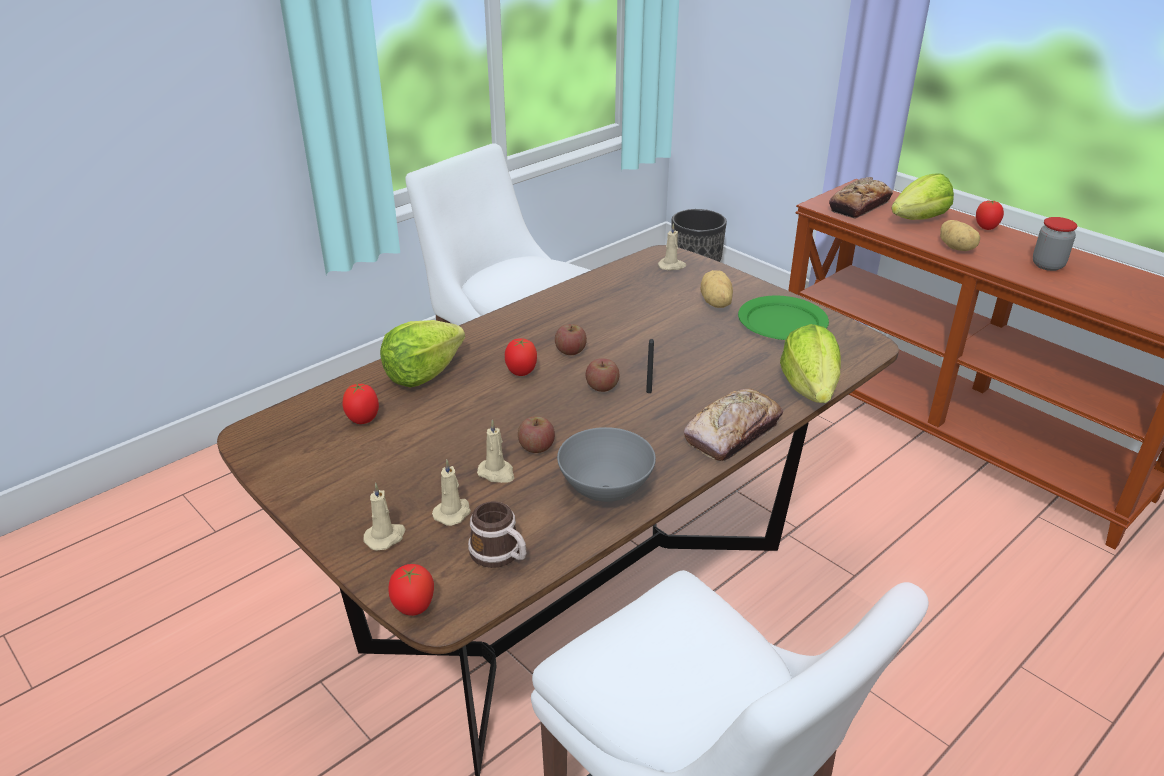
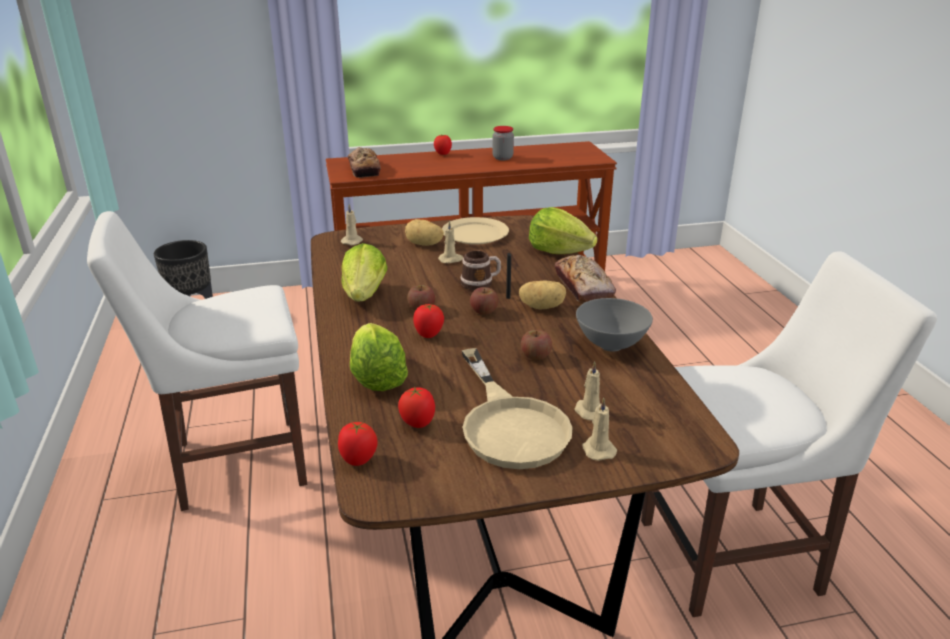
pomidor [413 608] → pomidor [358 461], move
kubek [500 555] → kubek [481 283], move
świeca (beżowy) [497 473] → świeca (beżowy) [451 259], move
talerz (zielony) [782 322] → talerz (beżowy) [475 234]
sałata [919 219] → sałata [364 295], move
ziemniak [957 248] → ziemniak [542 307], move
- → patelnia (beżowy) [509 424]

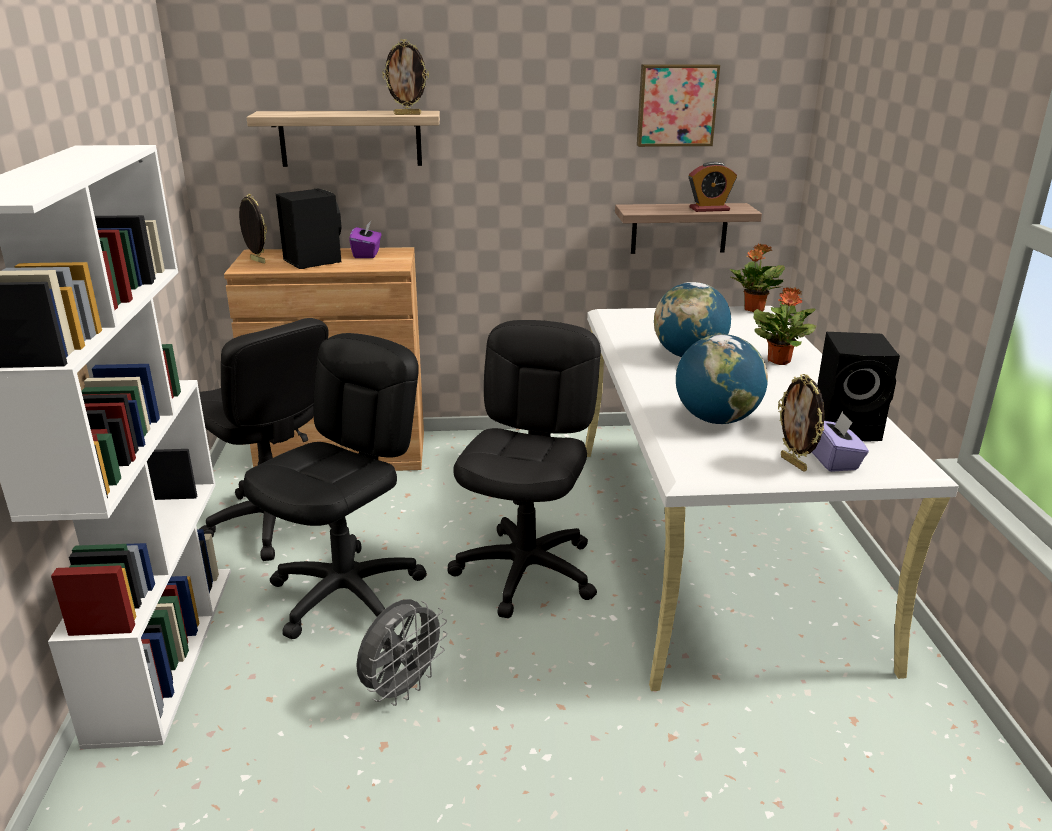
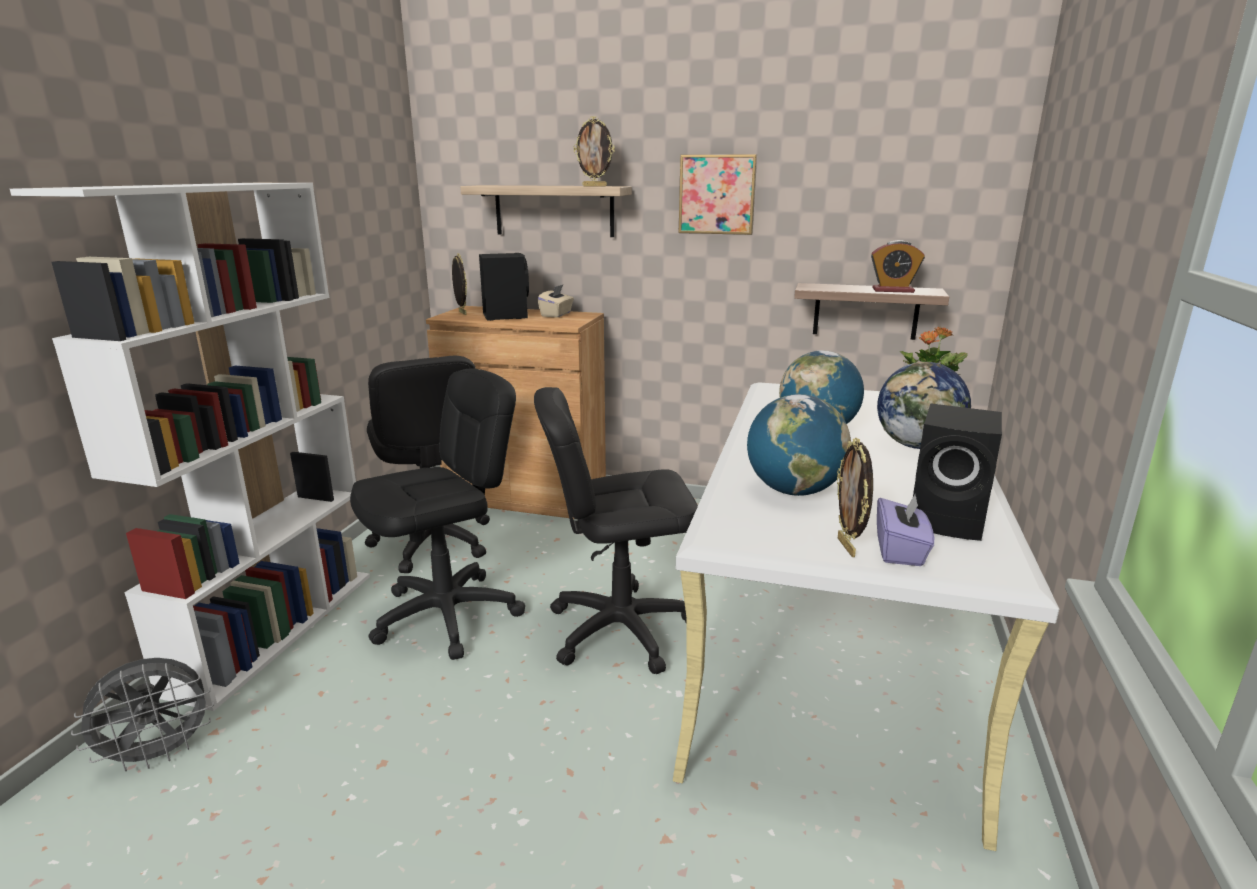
pudełko chusteczek (fioletowy) [367 254] → pudełko chusteczek (beżowy) [556 314]
wentylator (szary) [402 688] → wentylator (szary) [159 754], move
krzesło biurowe (czarny) [527 571] → krzesło biurowe (czarny) [620 629], 135 degrees counterclockwise
obraz [676 105] → obraz [717 194], move
roślina doniczkowa [779 360] → globus [917 446]

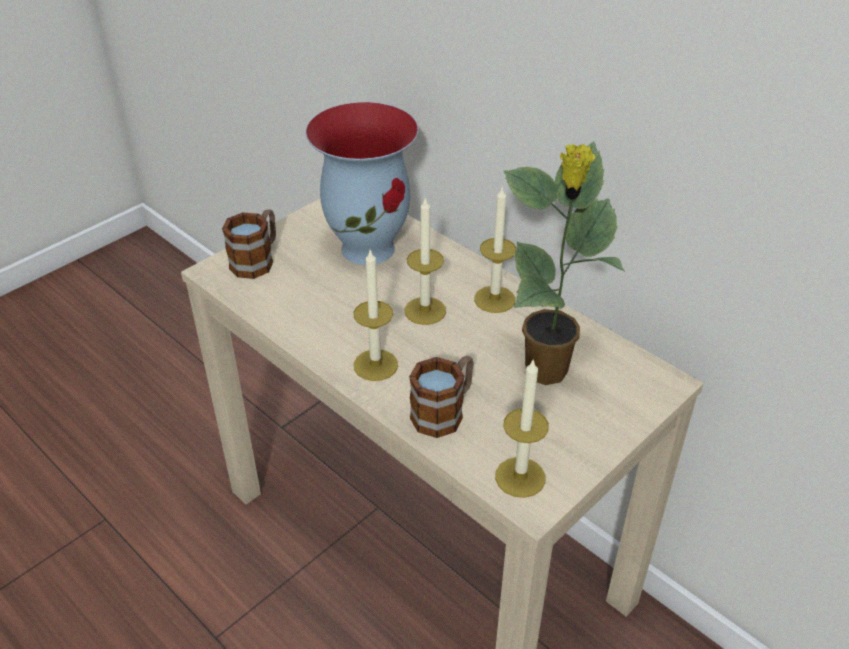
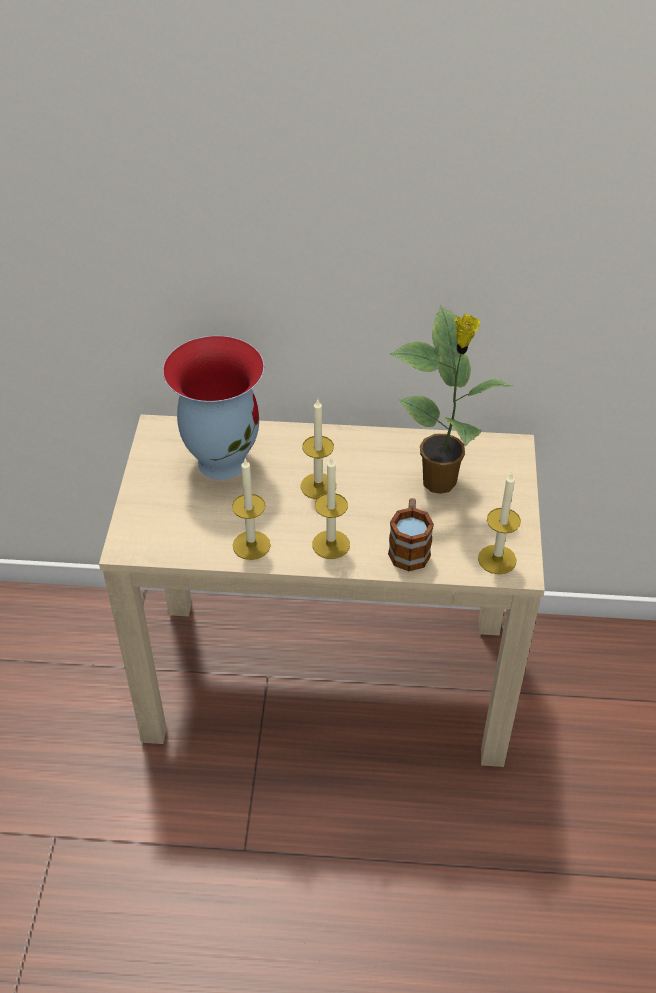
kubek [257 260] → -
świeca [494 299] → świeca [251 545], move

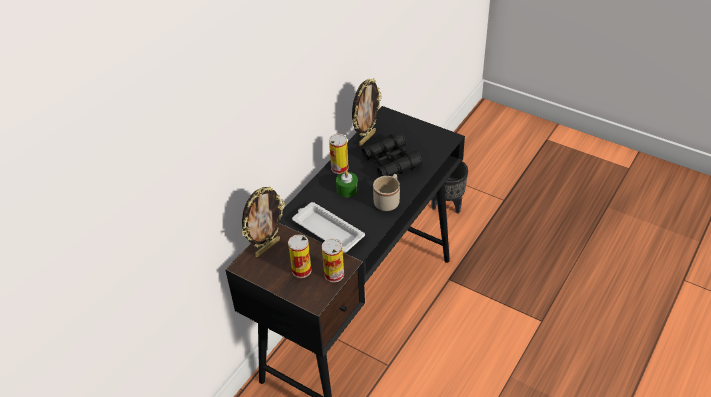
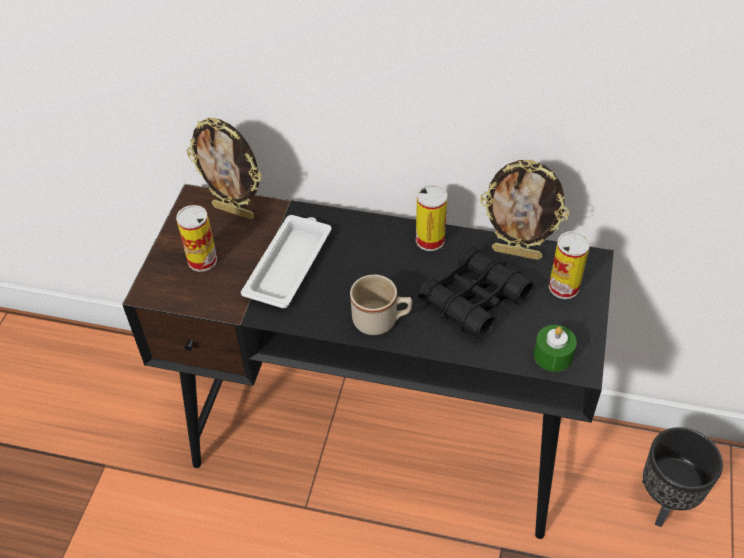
puszka [334 274] → puszka [564 287], move
świeca (zielony) [347 189] → świeca (zielony) [553 355], move

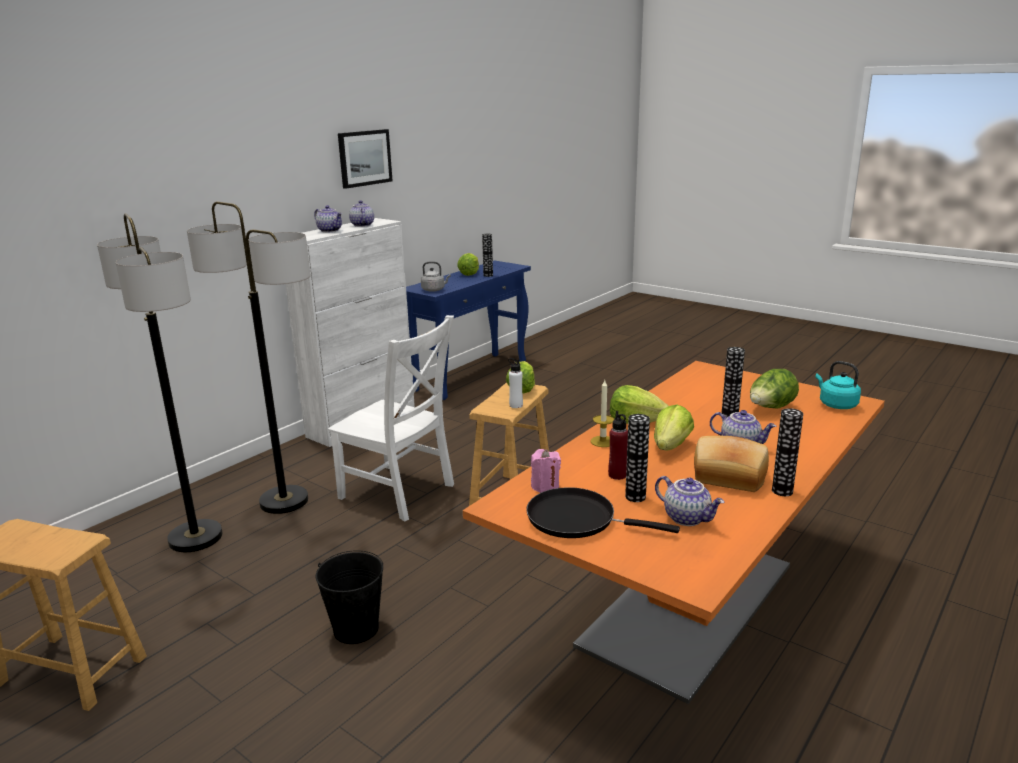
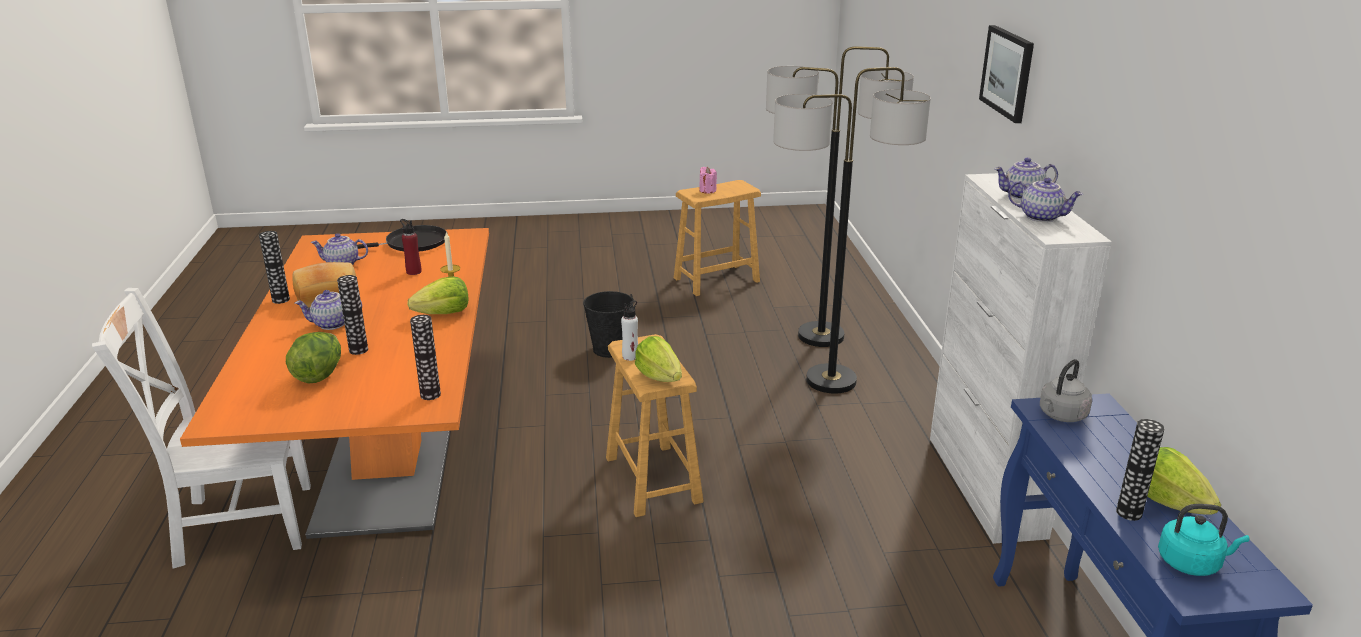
krzesło (biały) [400 493] → krzesło (biały) [238 524], move
obraz [364 158] → obraz [1007 72], move
świeca (różowy) [545 486] → świeca (różowy) [707 190], move
wazon [635 497] → wazon [430 395], move
sałata [670 446] → -
czajnik (turkusowy) [836 404] → czajnik (turkusowy) [1192 563], move

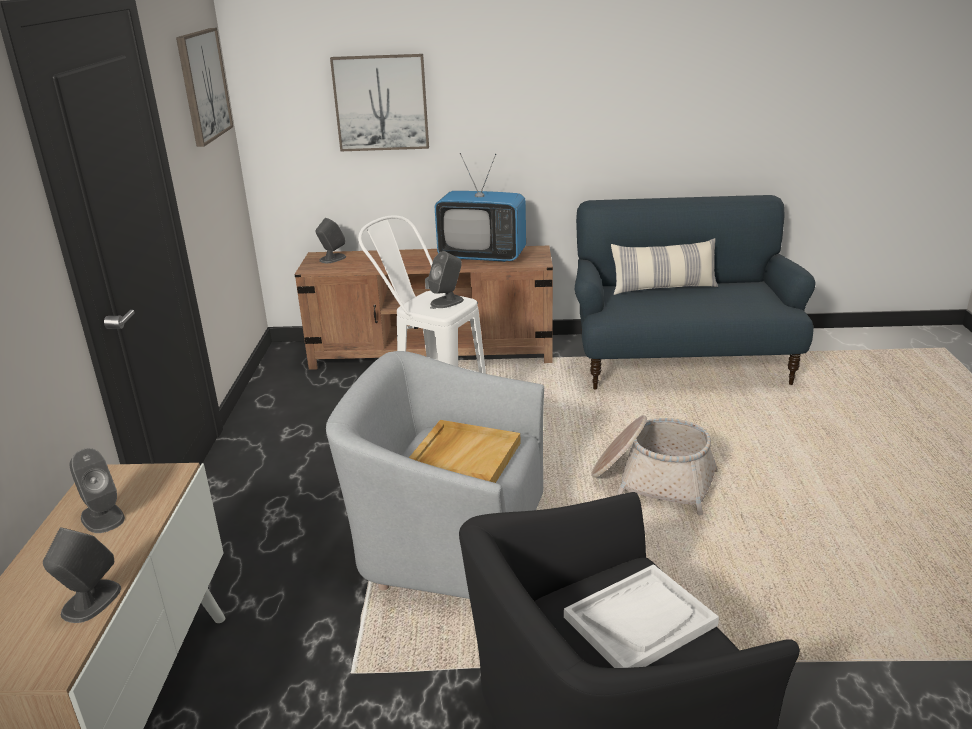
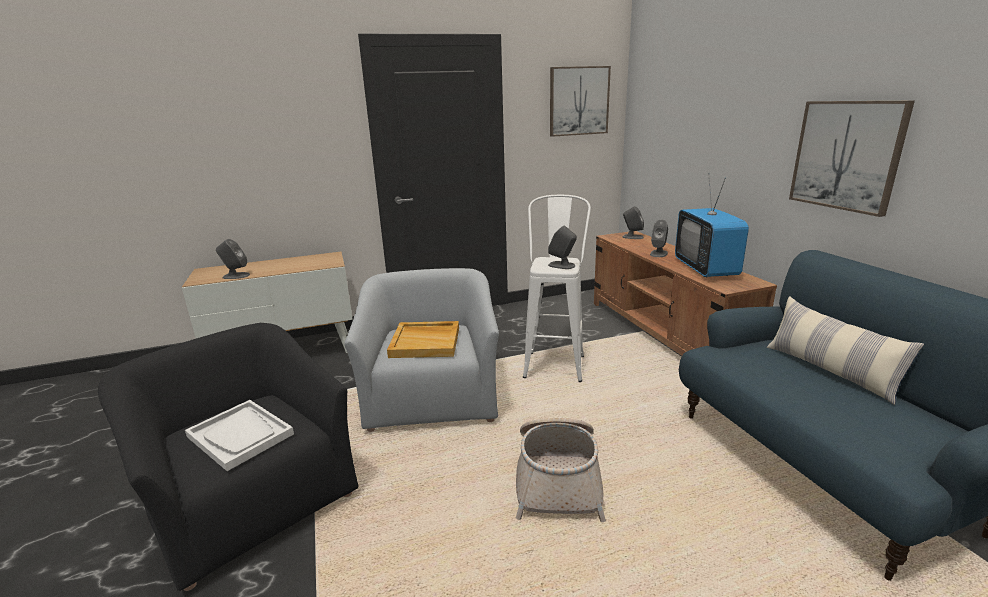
głośnik (szary) [102 517] → głośnik (szary) [658 253], move
obraz [381 103] → obraz [846 155], move

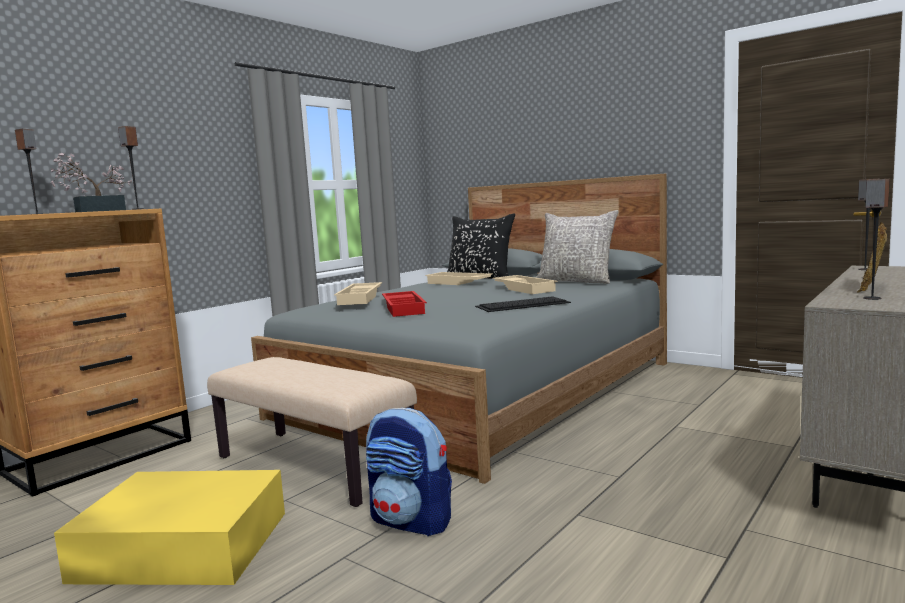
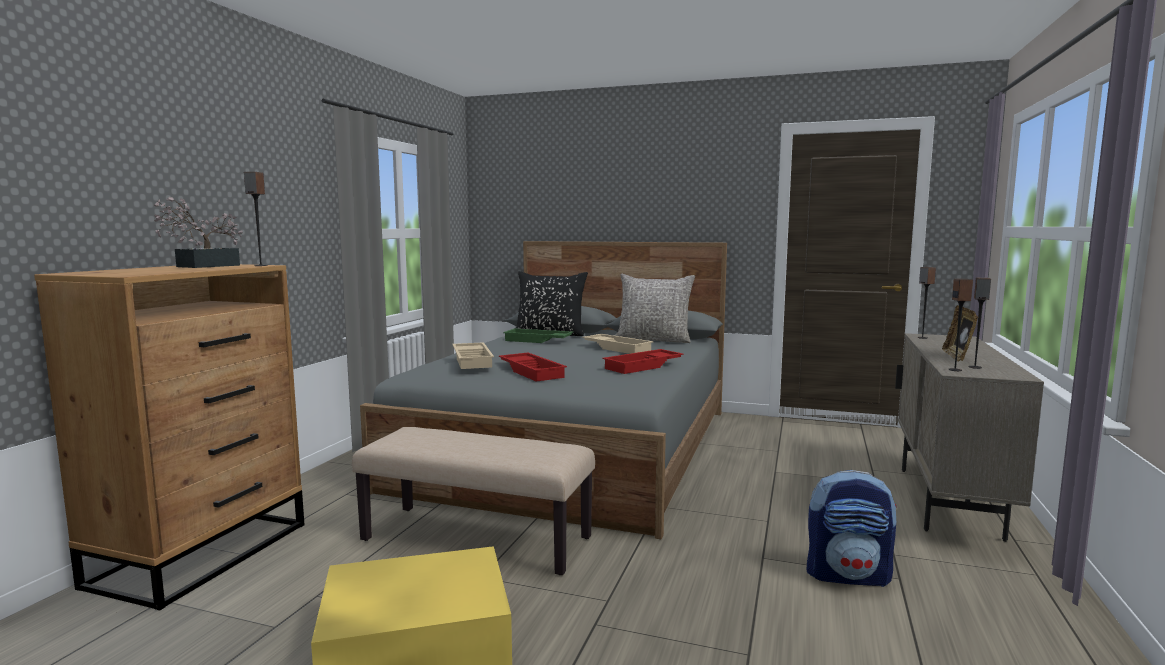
głośnik [37 214] → głośnik [955 370], move
plecak [412 521] → plecak [848 575], move
taca (beżowy) [457 283] → taca (zielony) [537 340]
klawiatura [522 305] → taca (czerwony) [643 366]

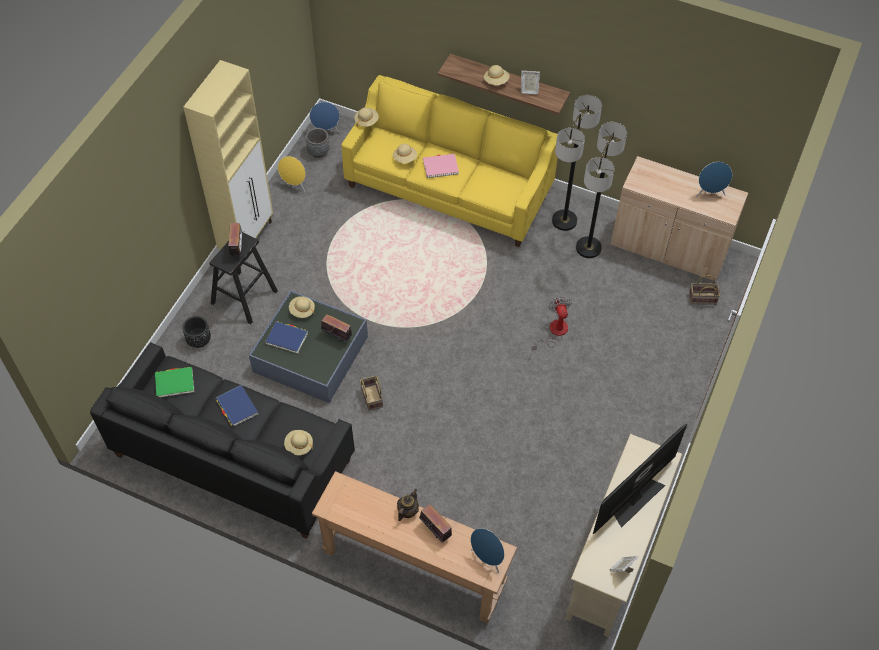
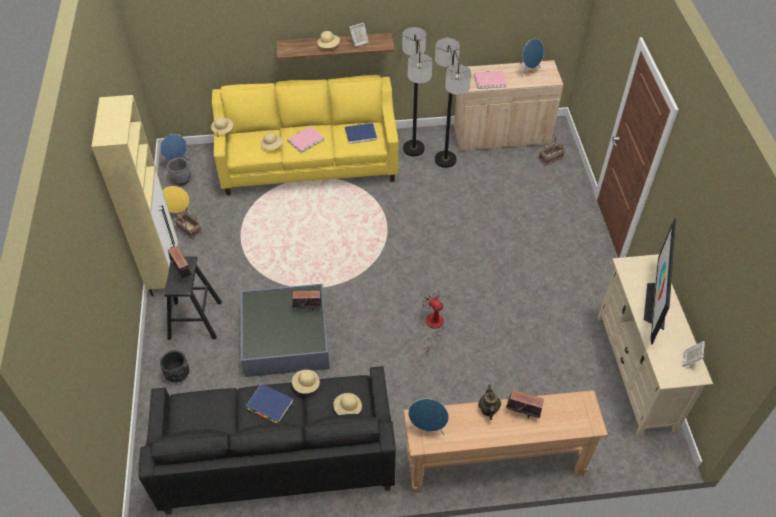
książka (zielony) [175 383] → -
książka (niebieski) [287 338] → książka (niebieski) [361 134], move
kapelusz (beżowy) [302 311] → kapelusz (beżowy) [306 385], move
koszyk [371 397] → koszyk [188 230], move
głośnik (niebieski) [487 558] → głośnik (niebieski) [427 428], move
wentylator [554 332] → wentylator [433 327], move
- → książka (różowy) [490 81]

